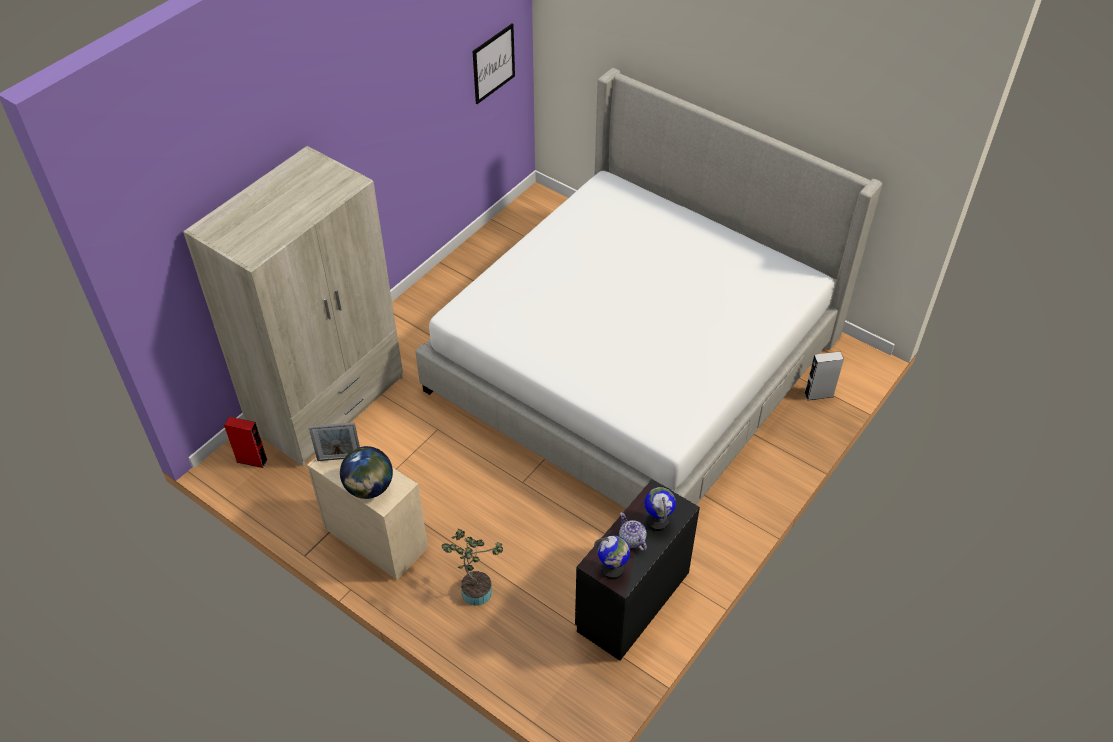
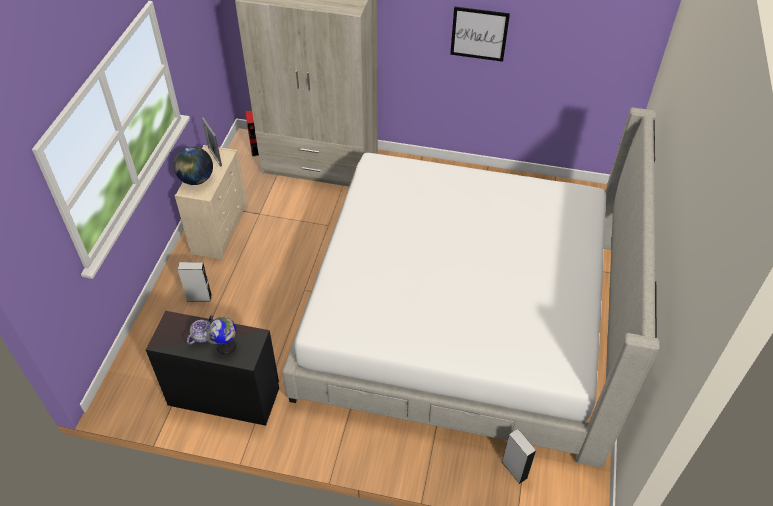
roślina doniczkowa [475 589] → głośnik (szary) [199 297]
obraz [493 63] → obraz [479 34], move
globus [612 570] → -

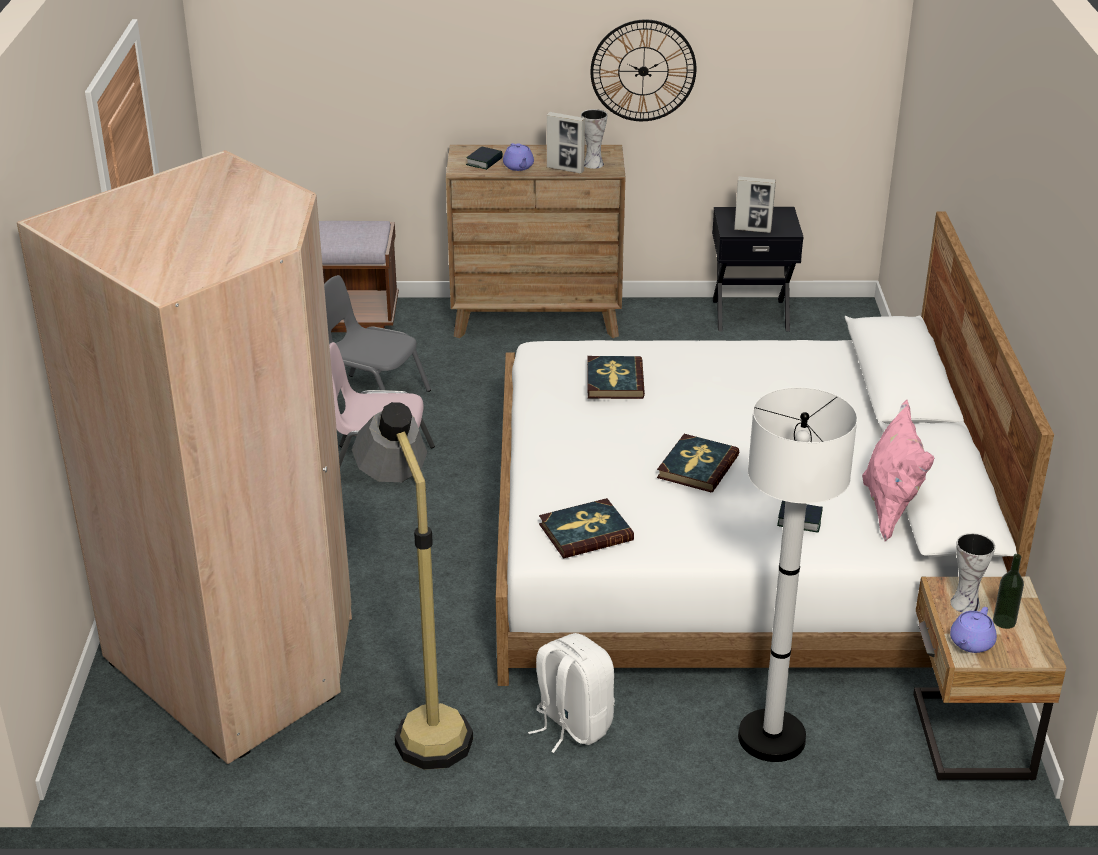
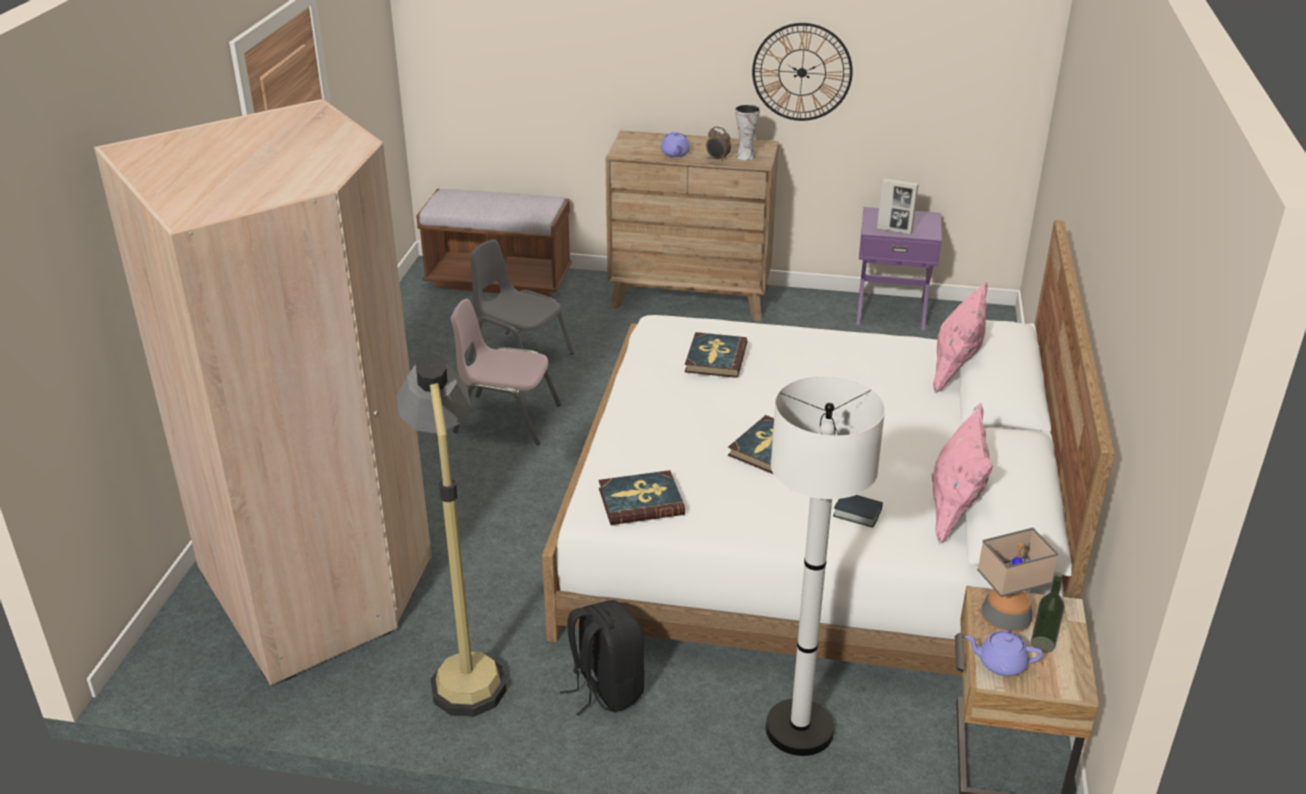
książka [484 162] → -
plecak (biały) [571 725] → plecak (czarny) [605 689]
ramka na zdjęcie [565 169] → budzik [717 159]
szafka nocna (czarny) [750 314] → szafka nocna (fioletowy) [891 311]
wazon [965 603] → lampa stołowa [1005 619]
imbryk (fioletowy) [971 643] → imbryk (fioletowy) [1000 664], 60 degrees clockwise
- → poduszka (różowy) [955 372]

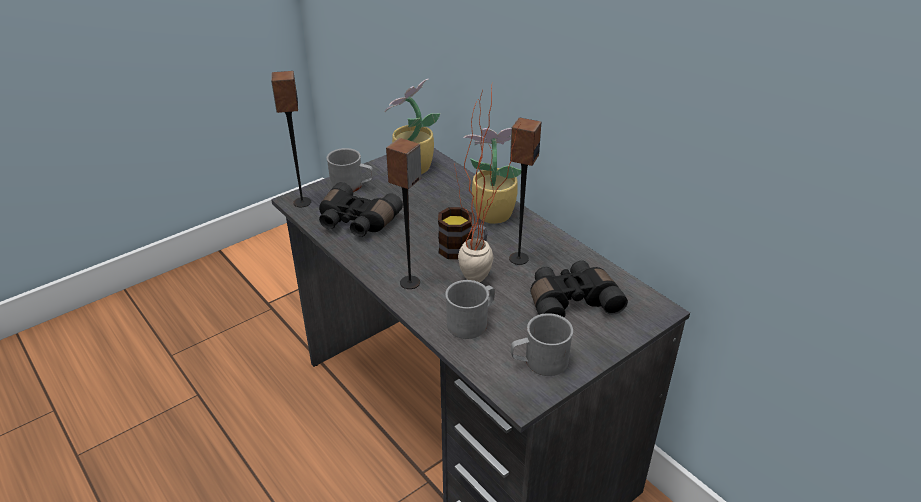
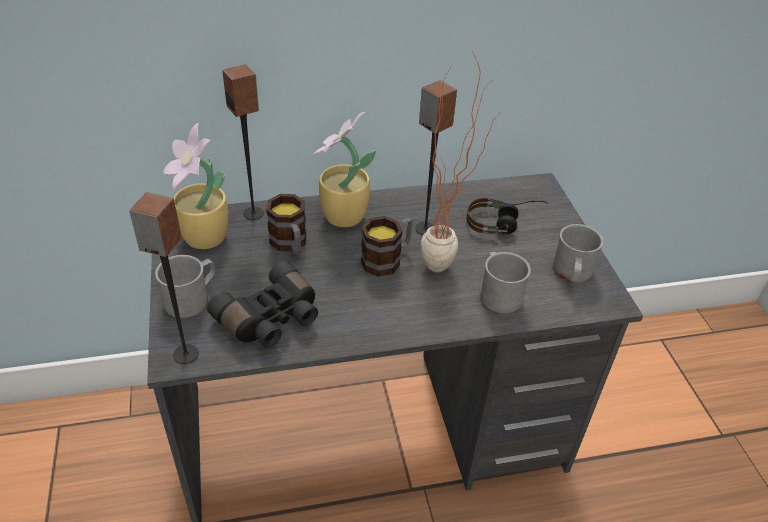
głośnik [410 283] → głośnik [254 213], move
lornetka (czarny) [571 301] → słuchawki [504 224]
- → kubek [290 244]

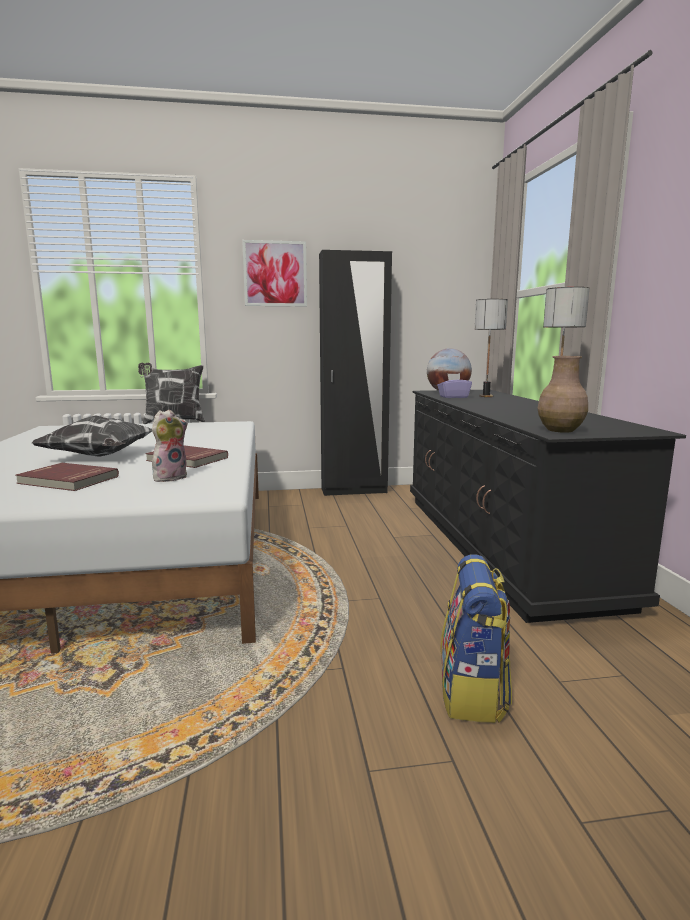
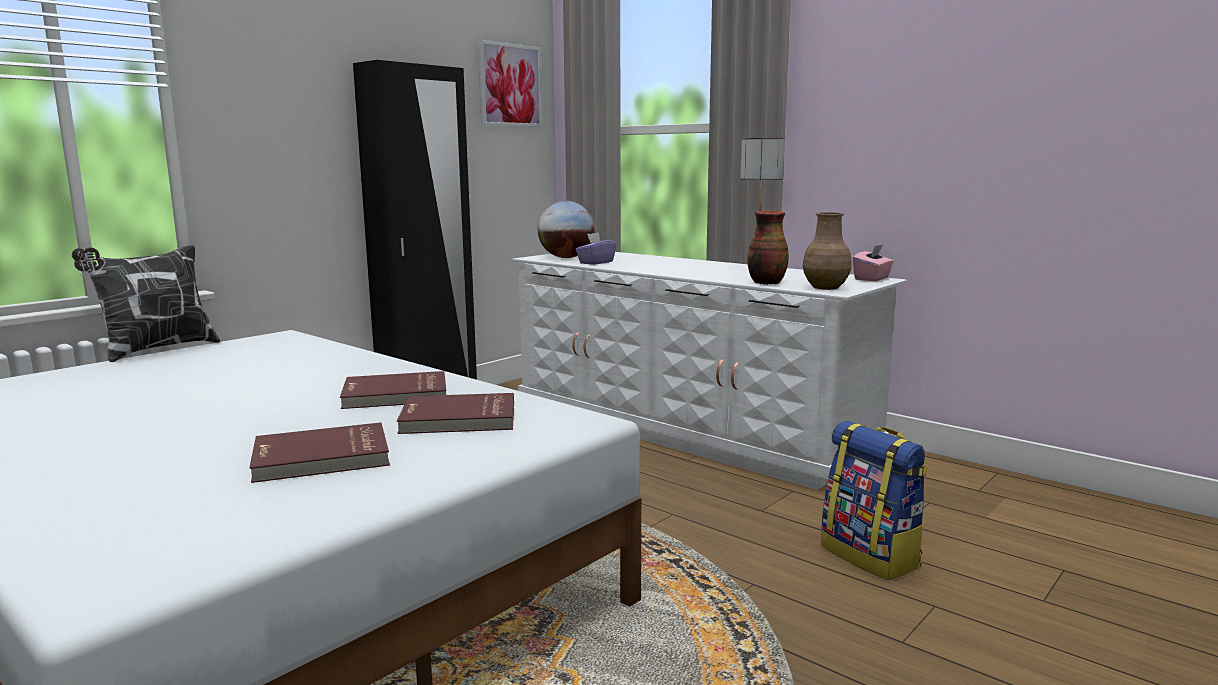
poduszka [100 456] → -
pluszak [170 477] → książka (czerwony) [458 419]
obraz [275 274] → obraz [510 85], move
komoda (czarny) [498 544] → komoda (biały) [685 429]
lampa stołowa [485 396] → -
- → wazon [765 283]
- → pudełko chusteczek (różowy) [872 279]

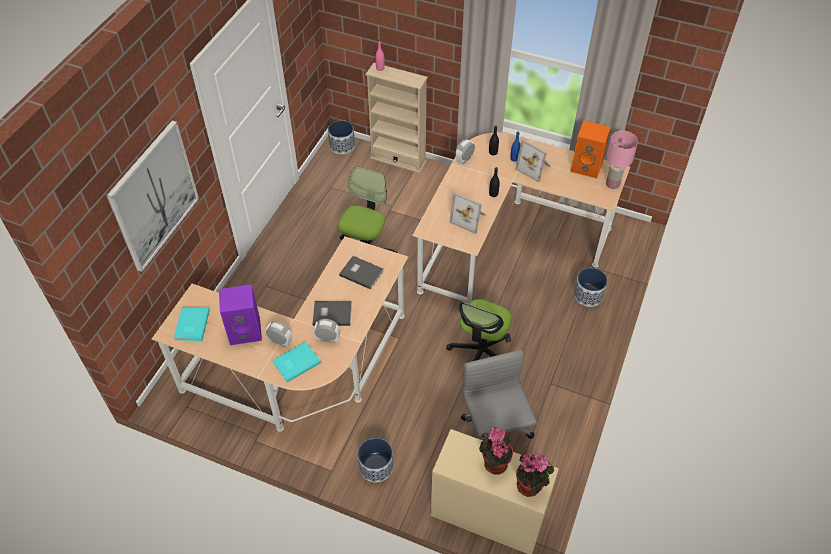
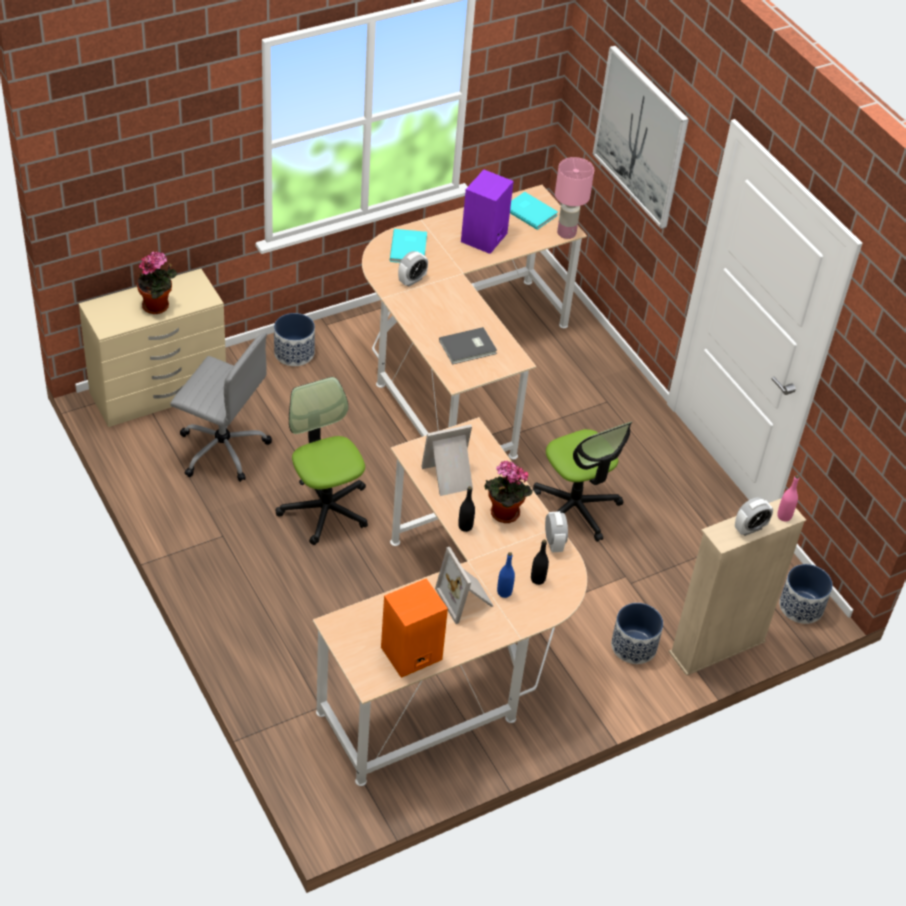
budzik [280 341] → budzik [750 528], move
książka (szary) [331 313] → -
ramka na zdjęcie [534 168] → ramka na zdjęcie [466 599], 105 degrees counterclockwise
roślina doniczkowa [531 486] → roślina doniczkowa [503 514], move
donica [588 295] → donica [633 646], move
lampa stołowa (różowy) [613 184] → lampa stołowa (różowy) [566 233], move

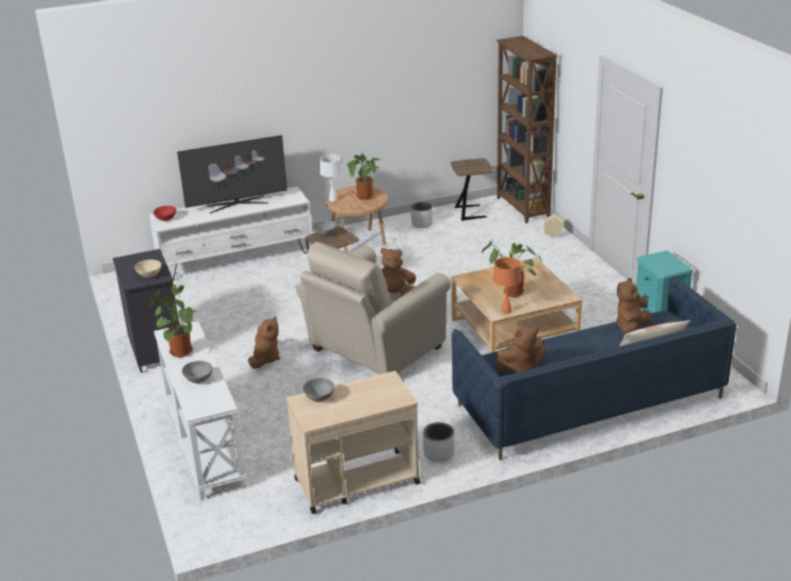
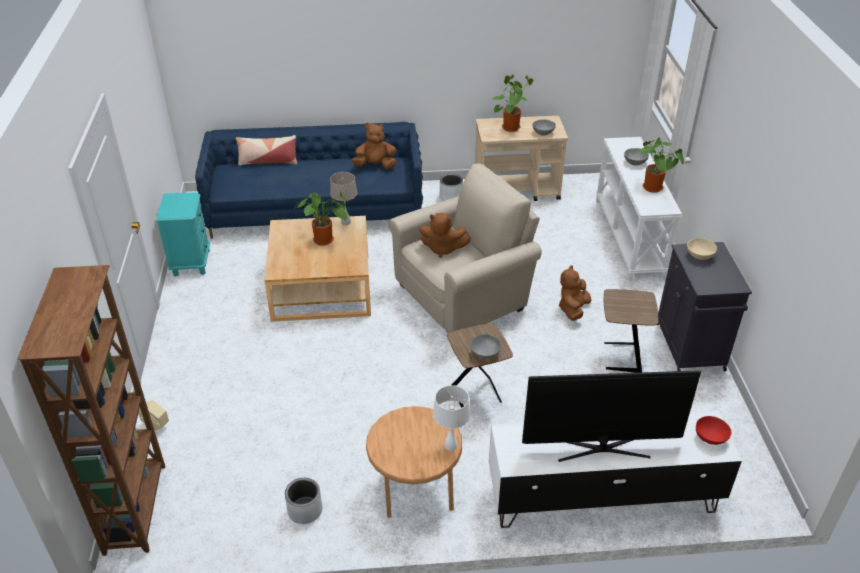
roślina doniczkowa [366 197] → roślina doniczkowa [510 127], move
stolik (brązowy) [471 212] → stolik (brązowy) [621 357], move
lampa stołowa (pomarańczowy) [506 311] → lampa stołowa (beżowy) [346 222]
pluszak (brązowy) [631 327] → -

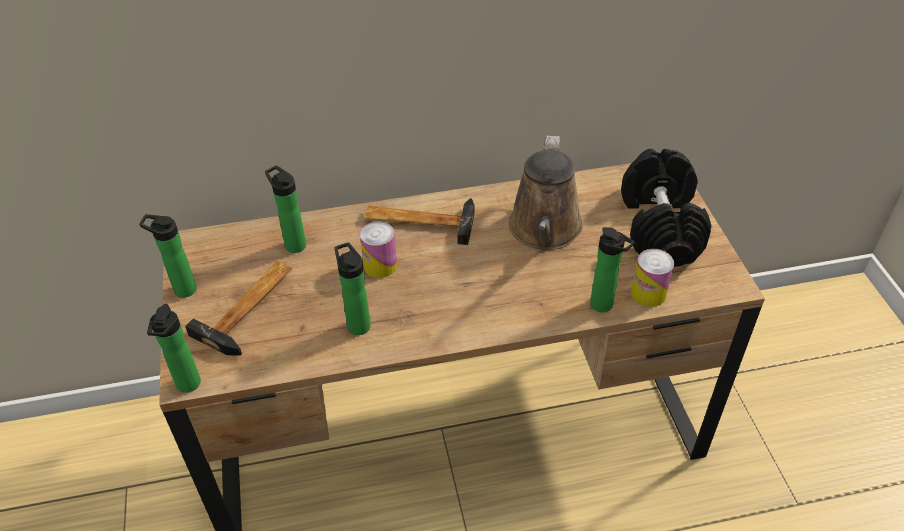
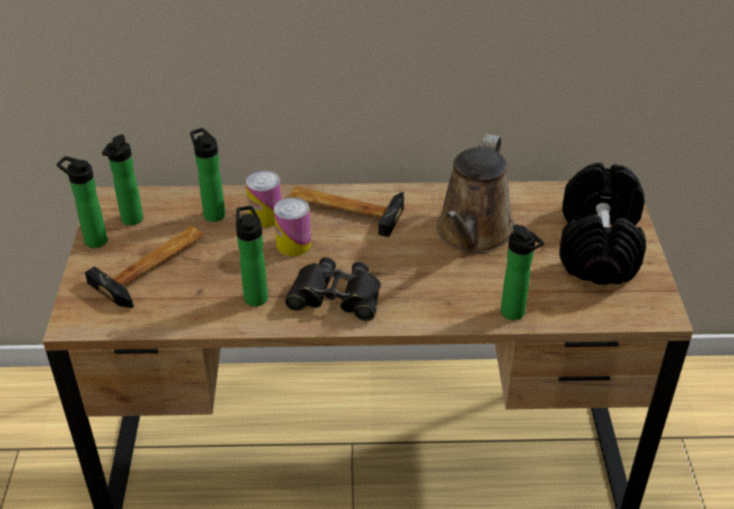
butelka [187 386] → butelka [130 221], move
puszka [648 293] → puszka [265 216], move
- → lornetka (czarny) [336 297]

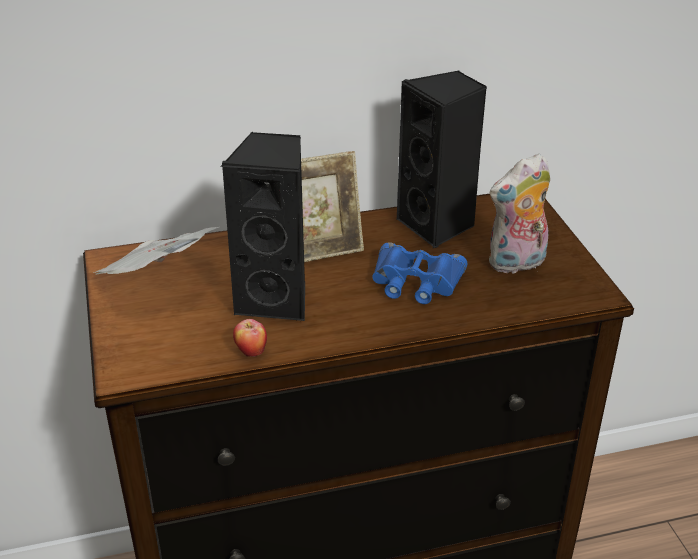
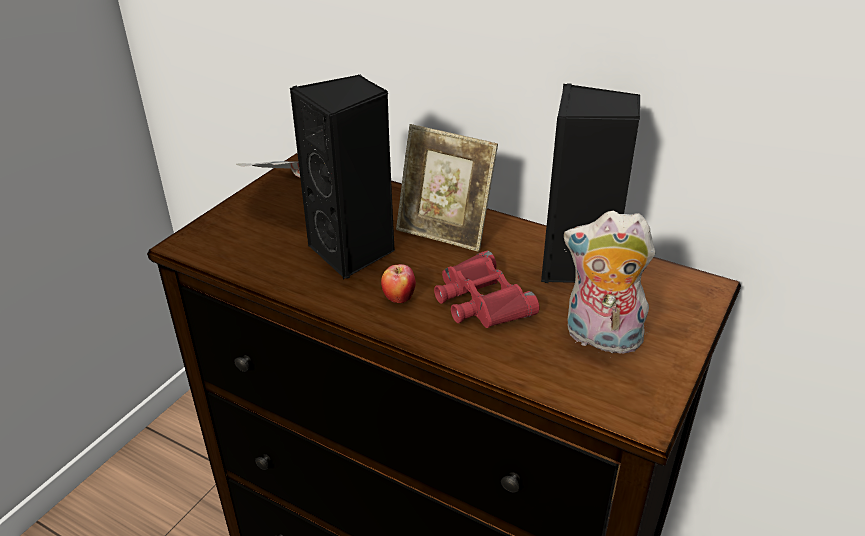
jabłko [251 352] → jabłko [399 298], move
lornetka (niebieski) [415 282] → lornetka (czerwony) [480 300]

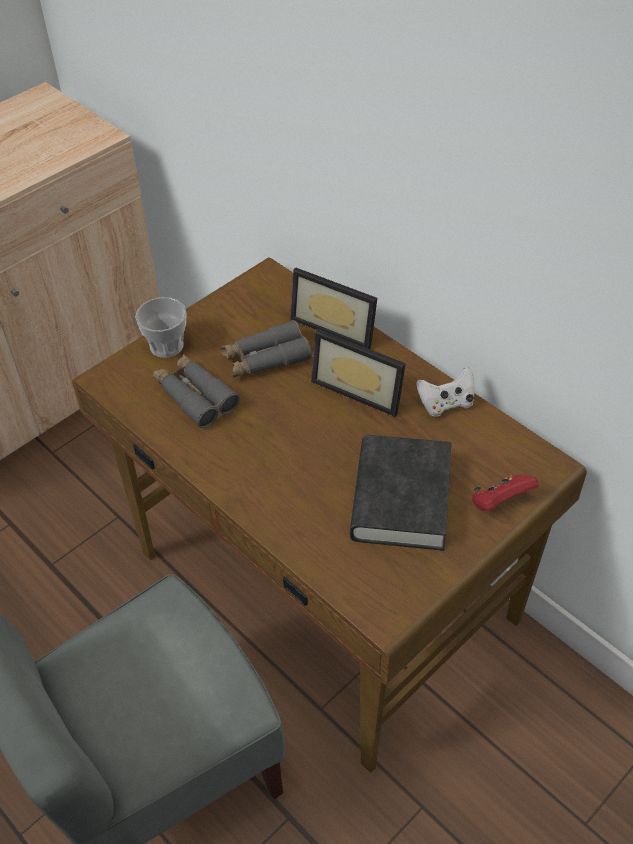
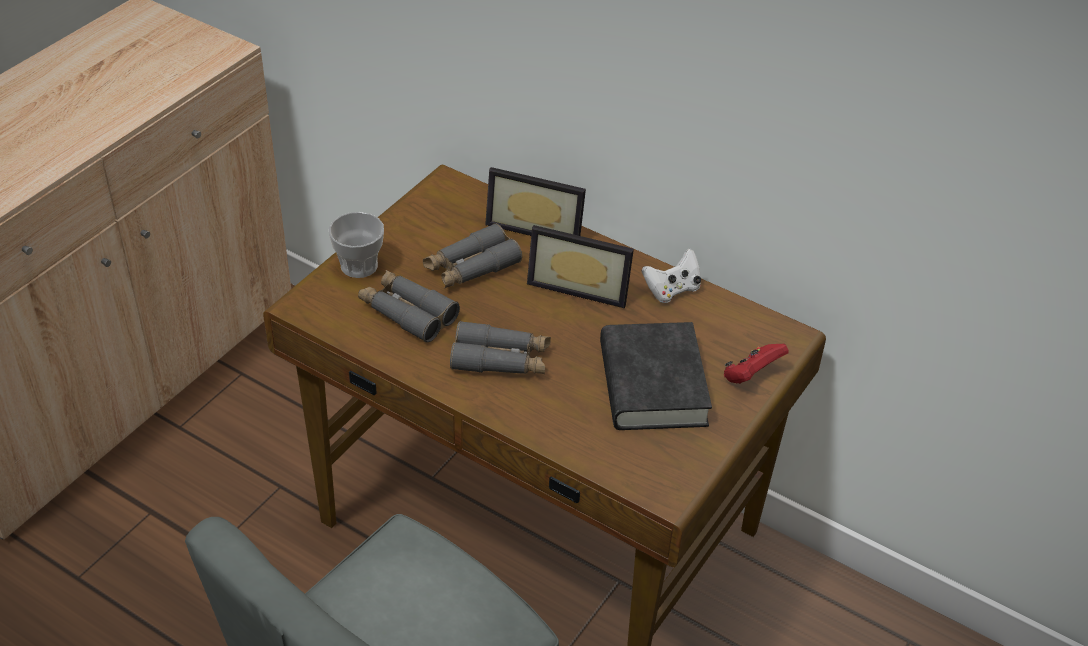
- → lornetka (szary) [501 360]

